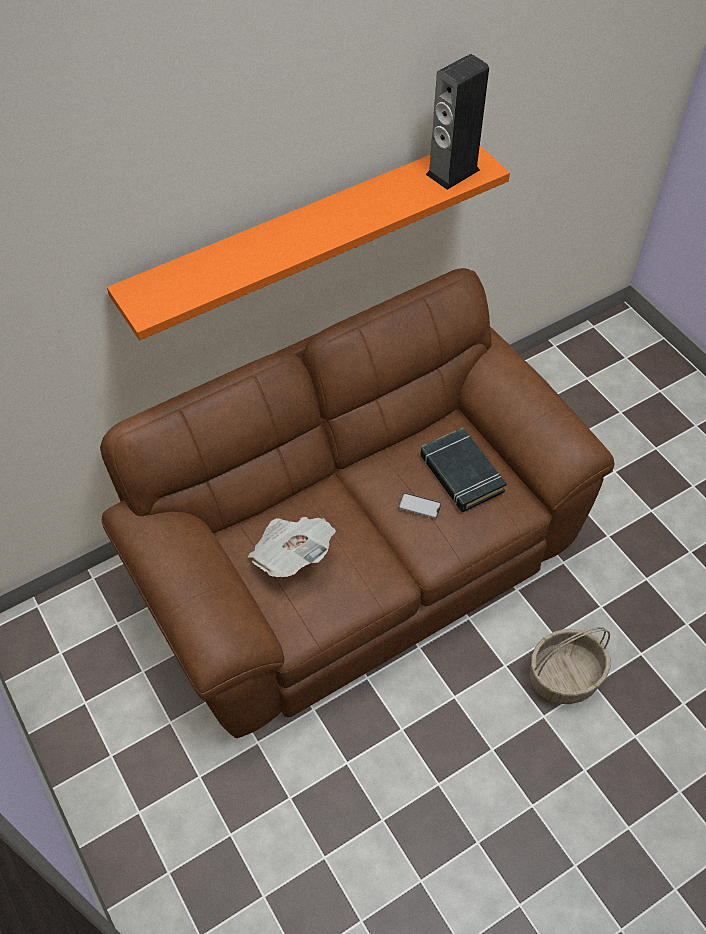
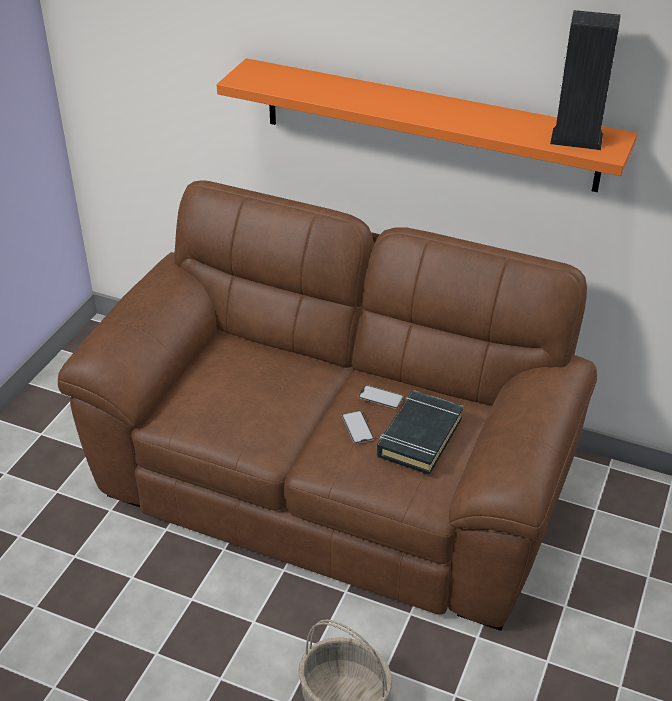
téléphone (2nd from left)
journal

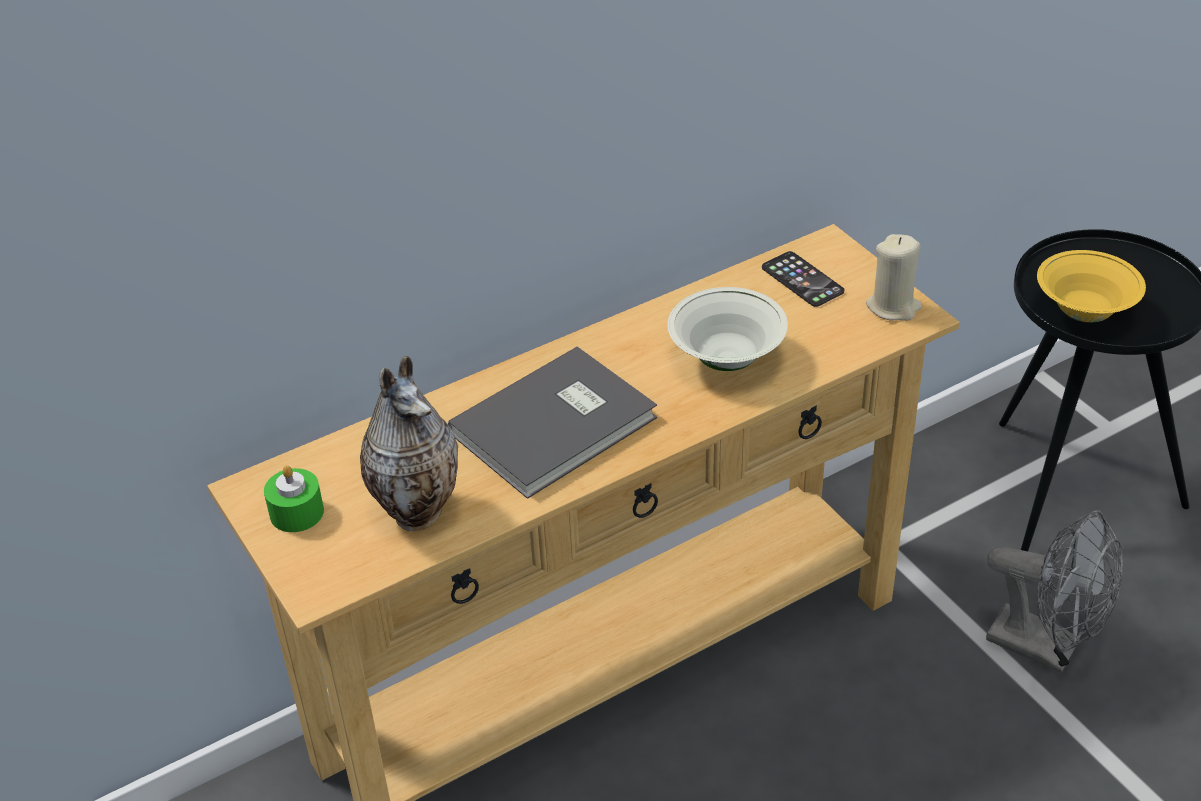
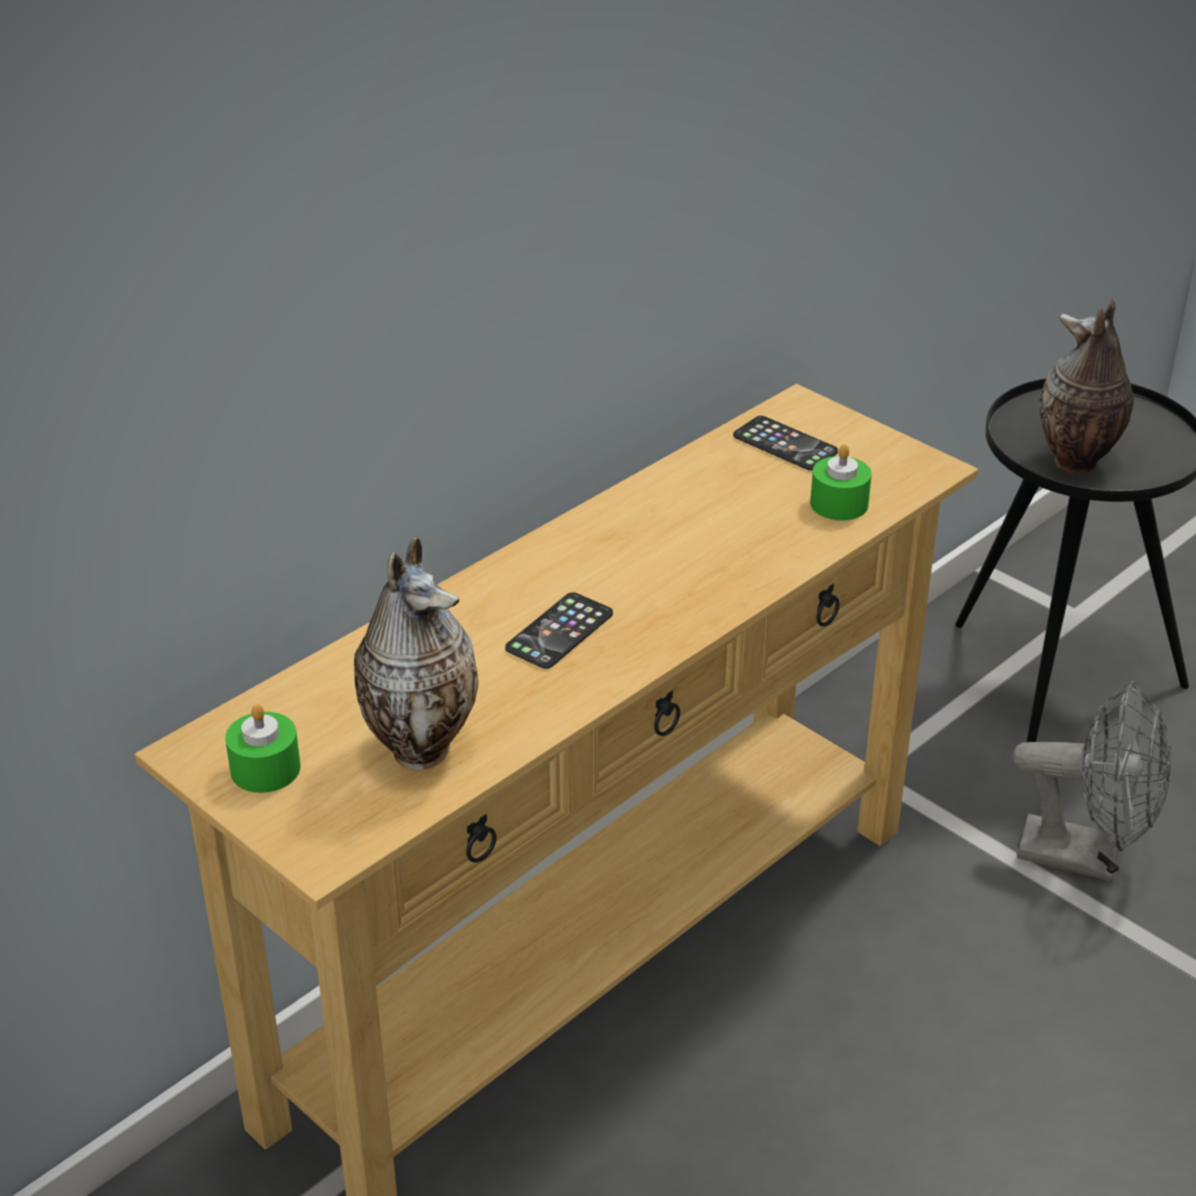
téléphone (1st from left)
bougie [vert] (2nd from left)
vase (2nd from left)
bol [blanc]
bougie [beige]

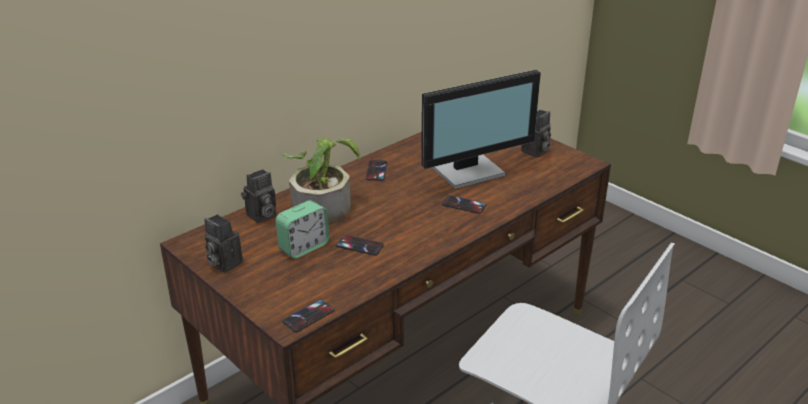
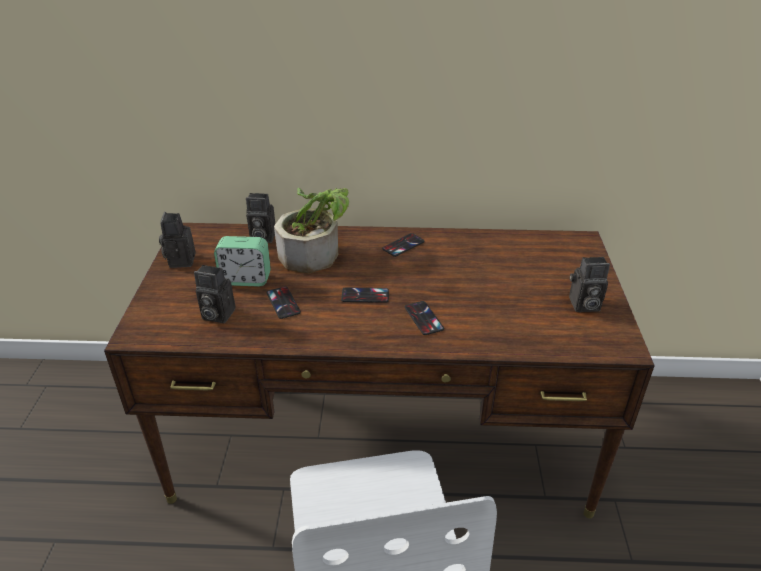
appareil photo (2nd from left)
téléphone (2nd from left)
écran d'ordinateur

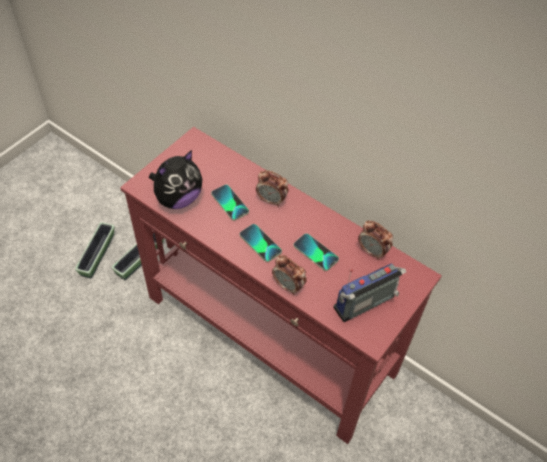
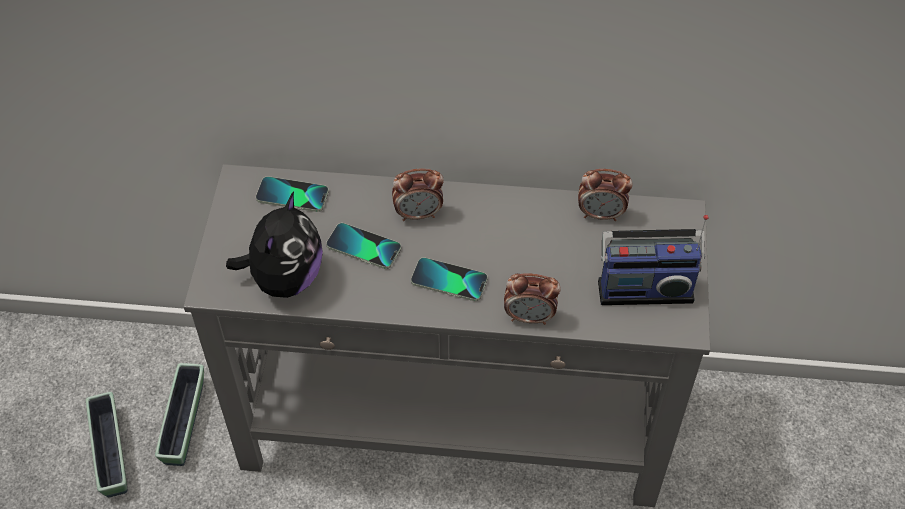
table console [gris]
téléphone (1st from left)
radio

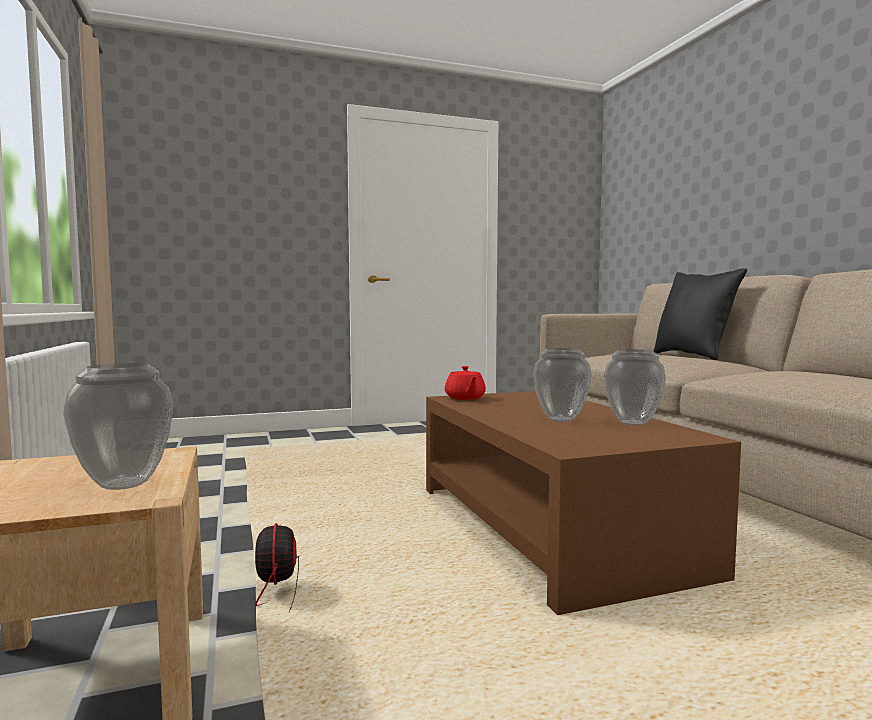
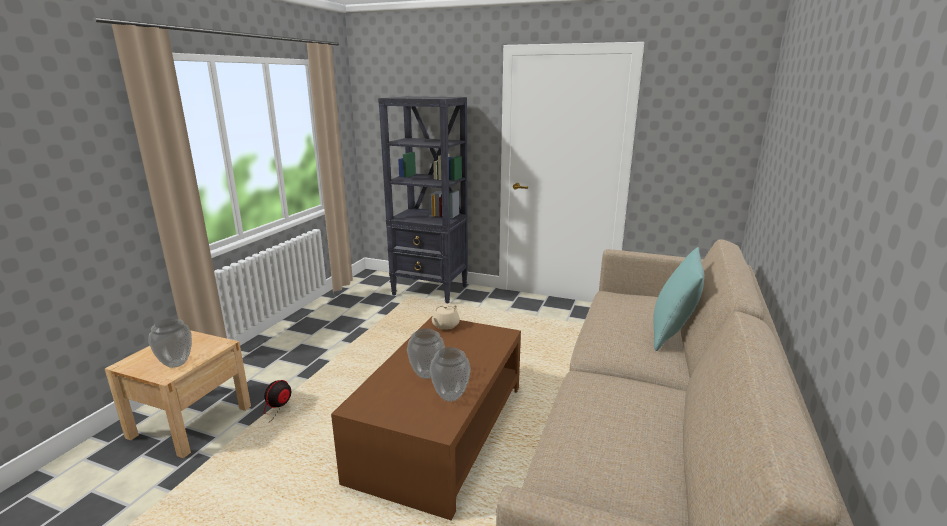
bibliothèque [noir]
théière [beige]
coussin [turquoise]

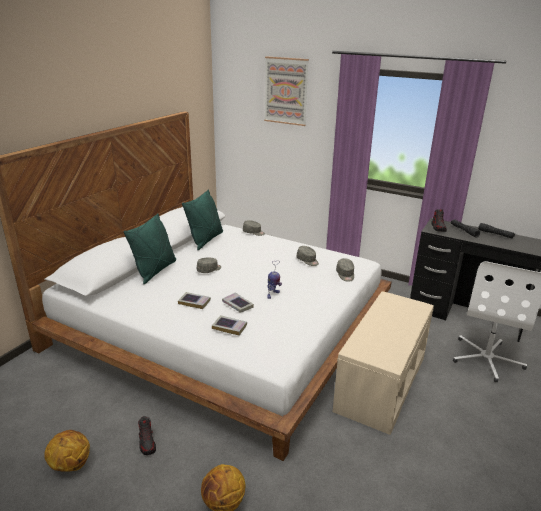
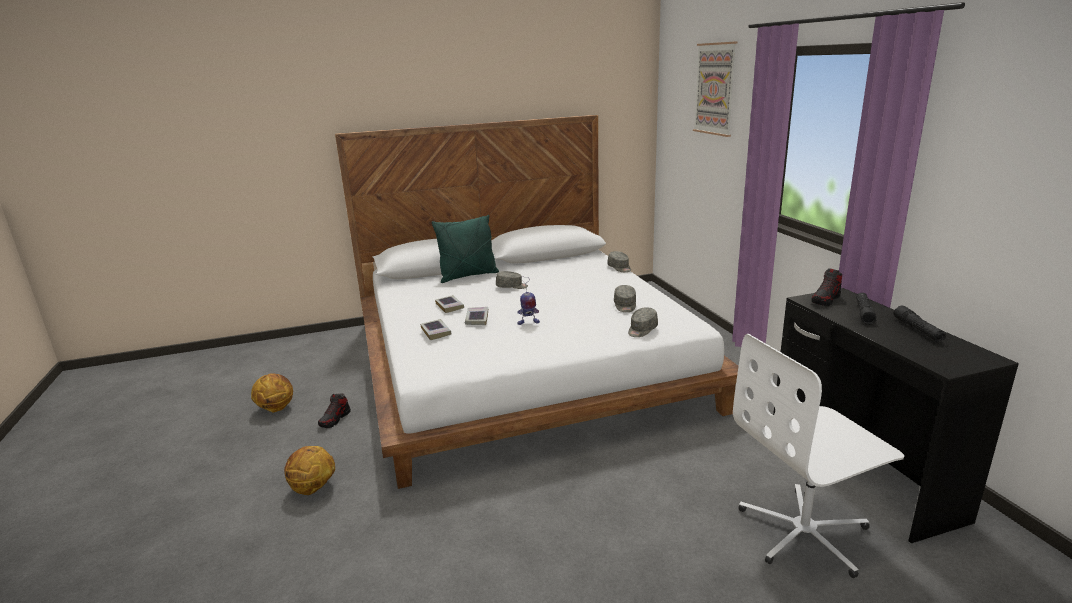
coussin [vert] (2nd from left in the first image)
banc [beige]

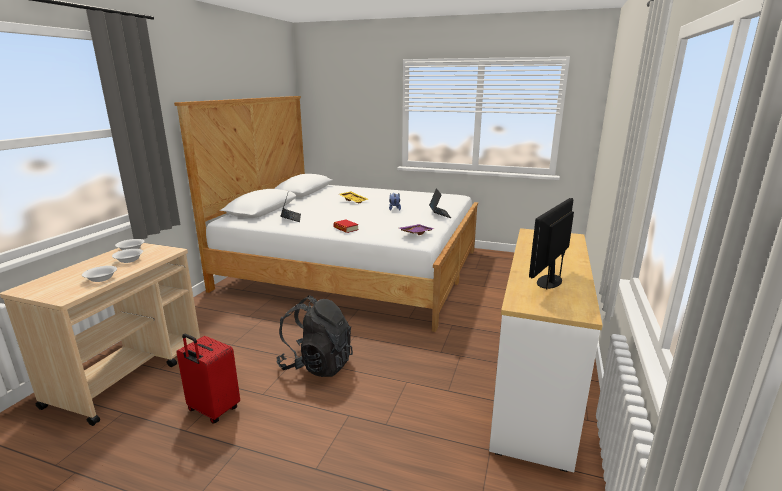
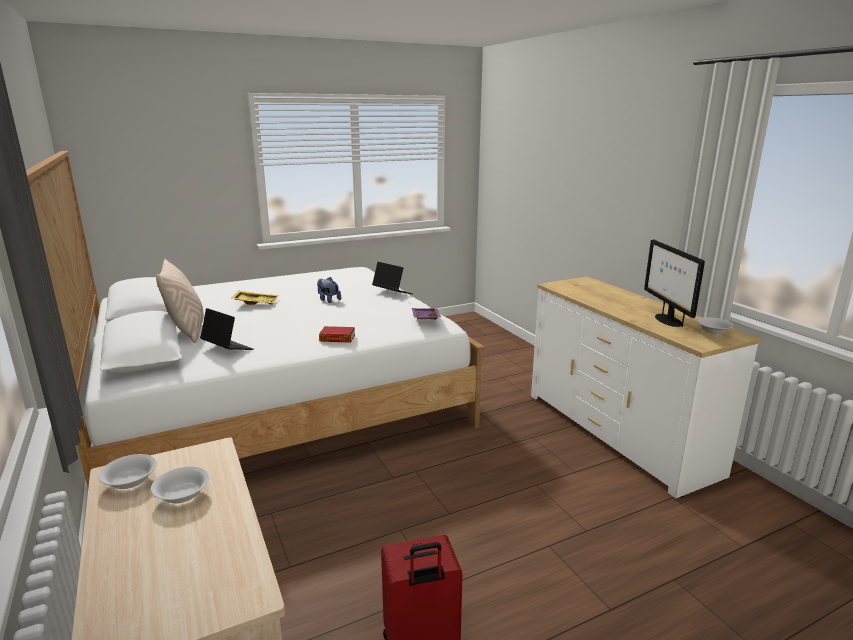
coussin [beige]
bol [blanc] (3rd from left)
sac à dos [noir]

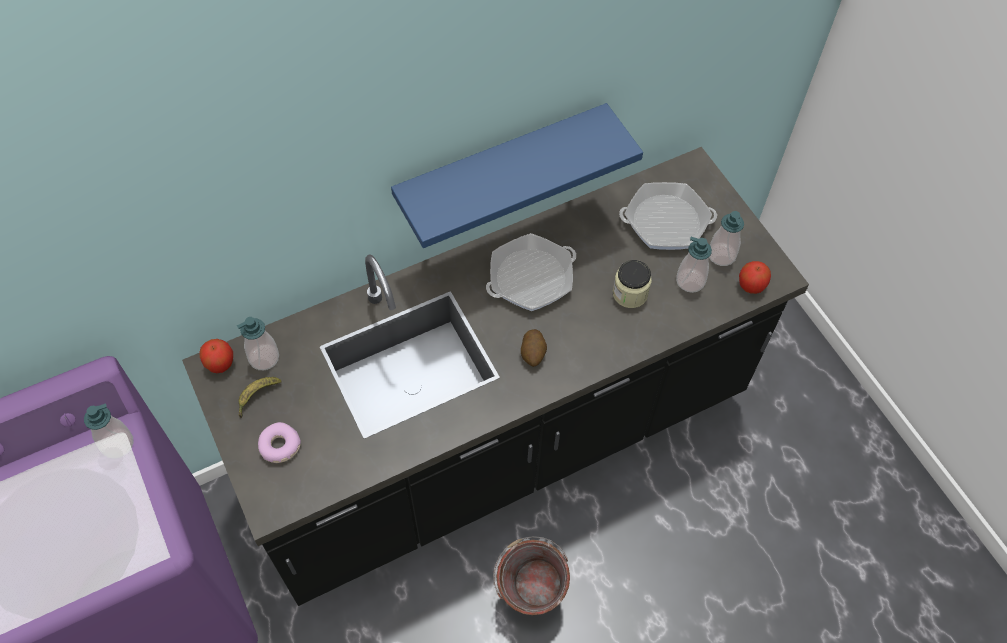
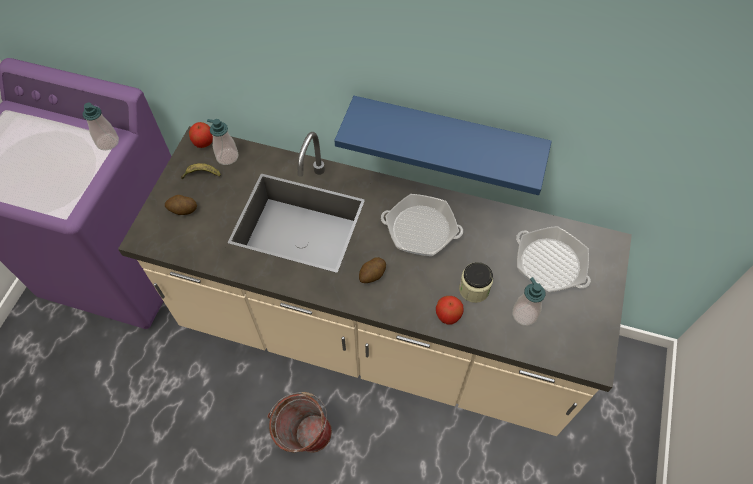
comptoir de cuisine [beige]
pomme de terre (1st from left)
pomme (2nd from left)
distributeur de savon (4th from left in the first image)

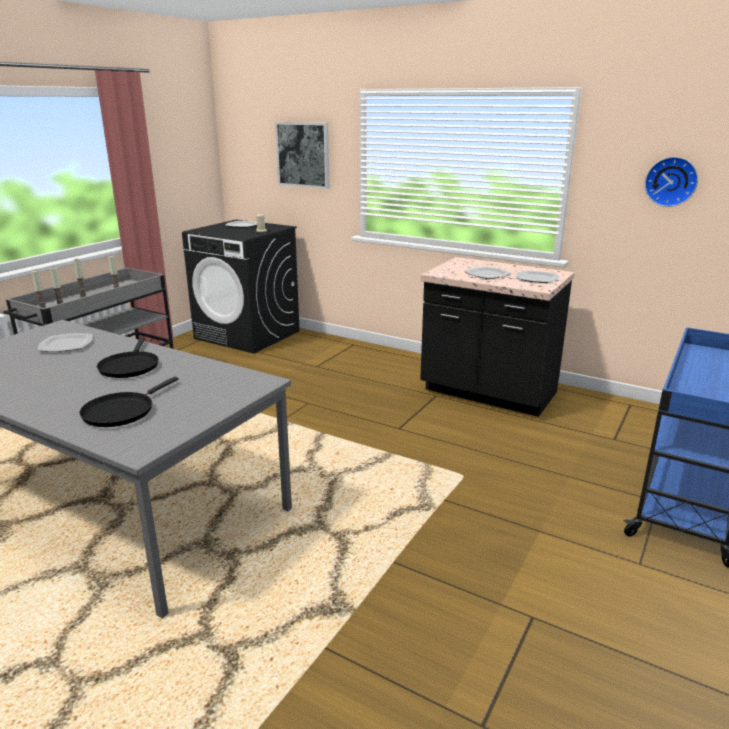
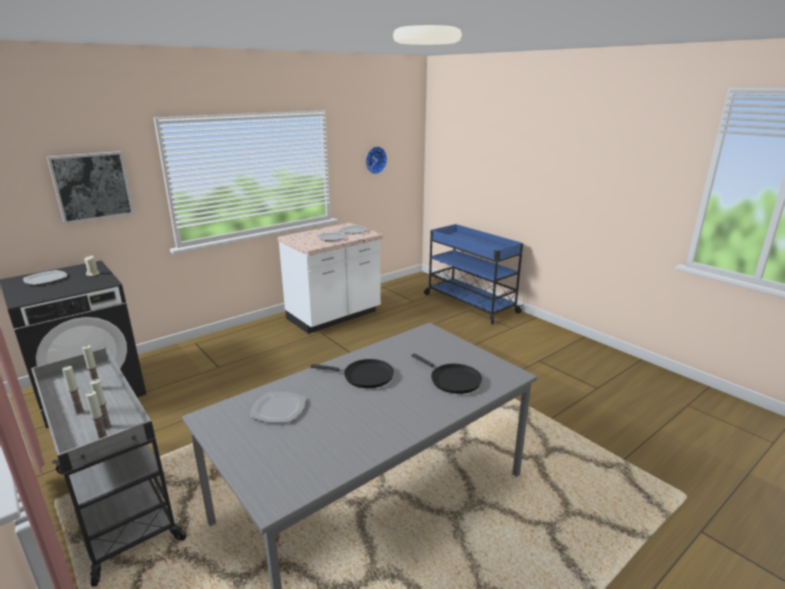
comptoir de cuisine [blanc]

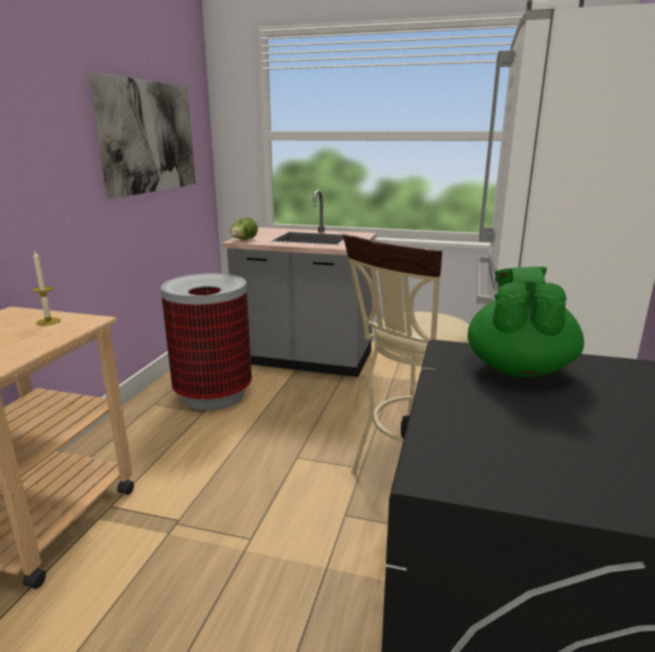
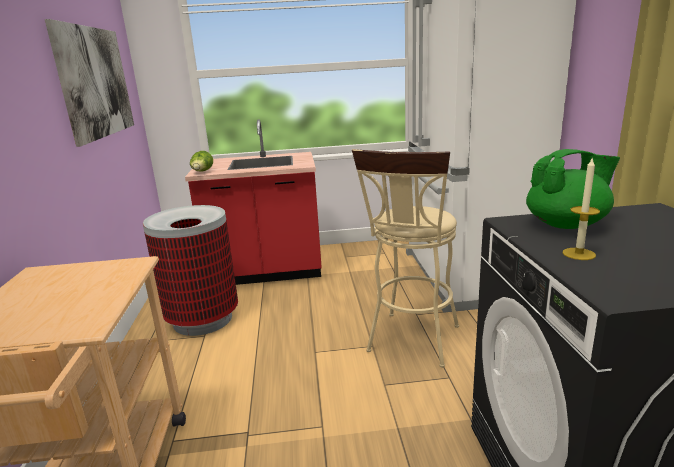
comptoir de cuisine [rouge]
théière [vert]
bougie

